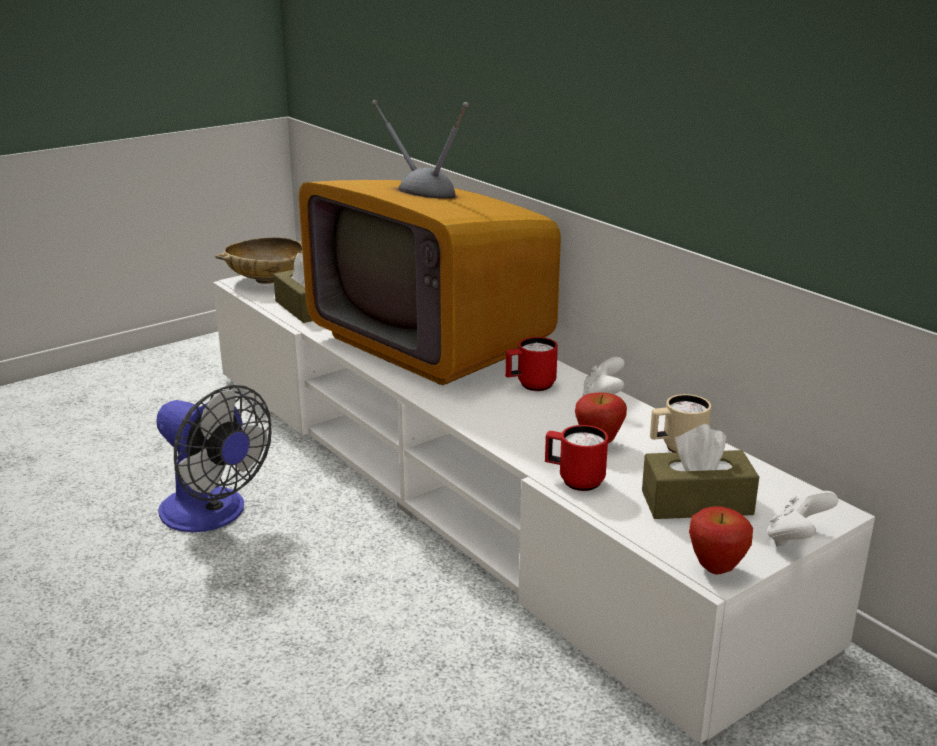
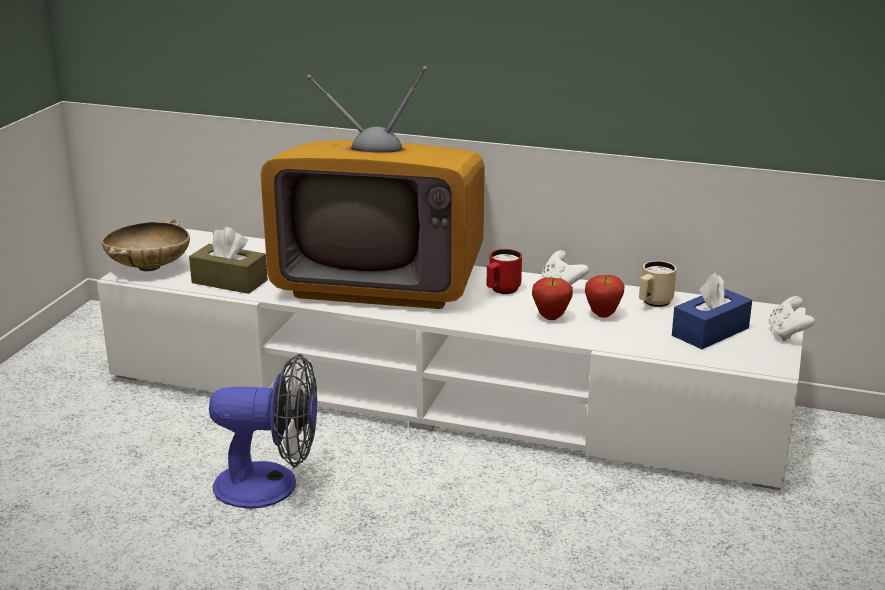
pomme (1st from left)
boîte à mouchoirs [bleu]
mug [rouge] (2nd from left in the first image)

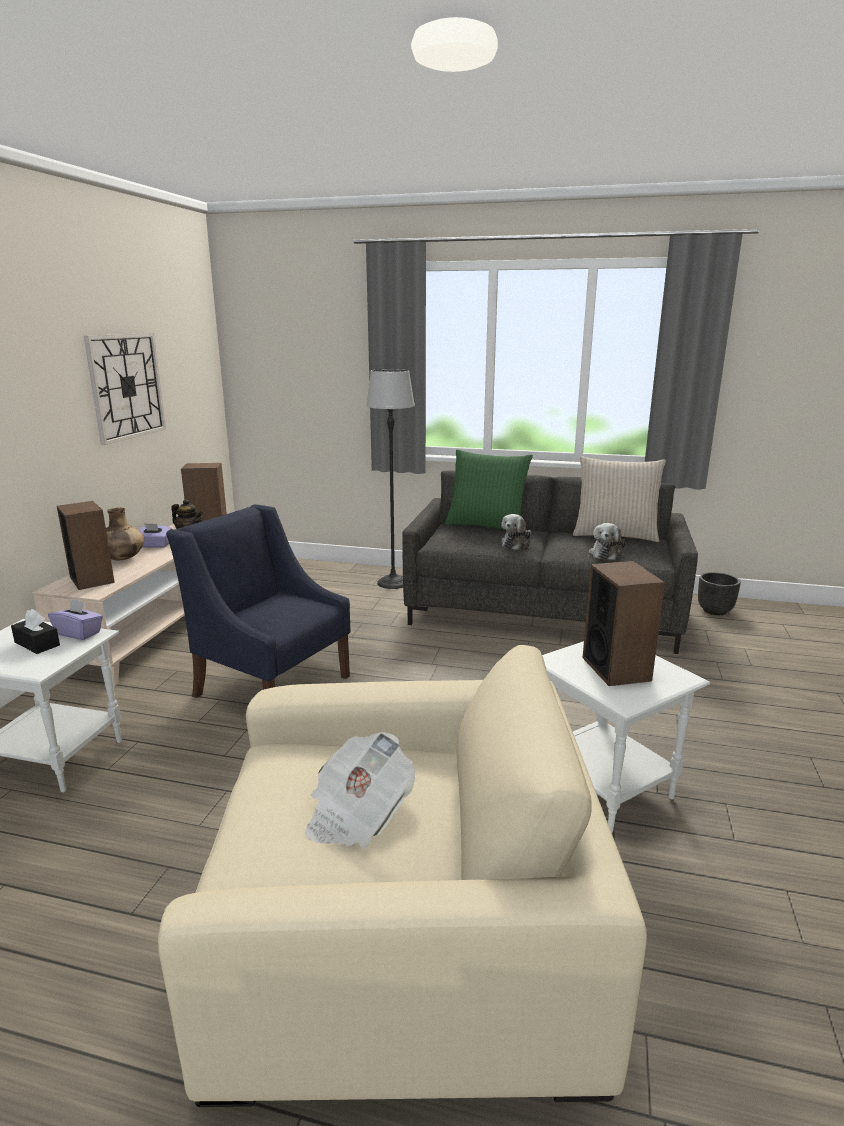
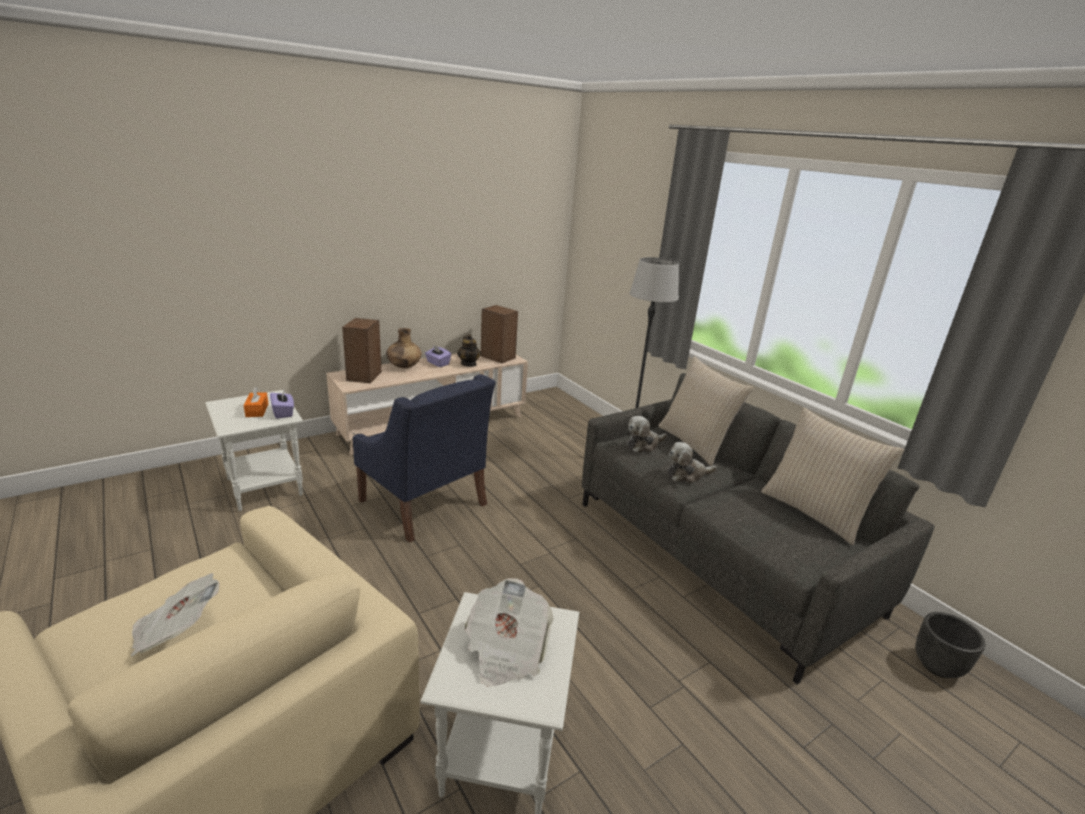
boîte à mouchoirs [orange]
fauteuil [bleu]
journal (2nd from left)
peluche (1st from left)
coussin [beige] (1st from left)
horloge murale

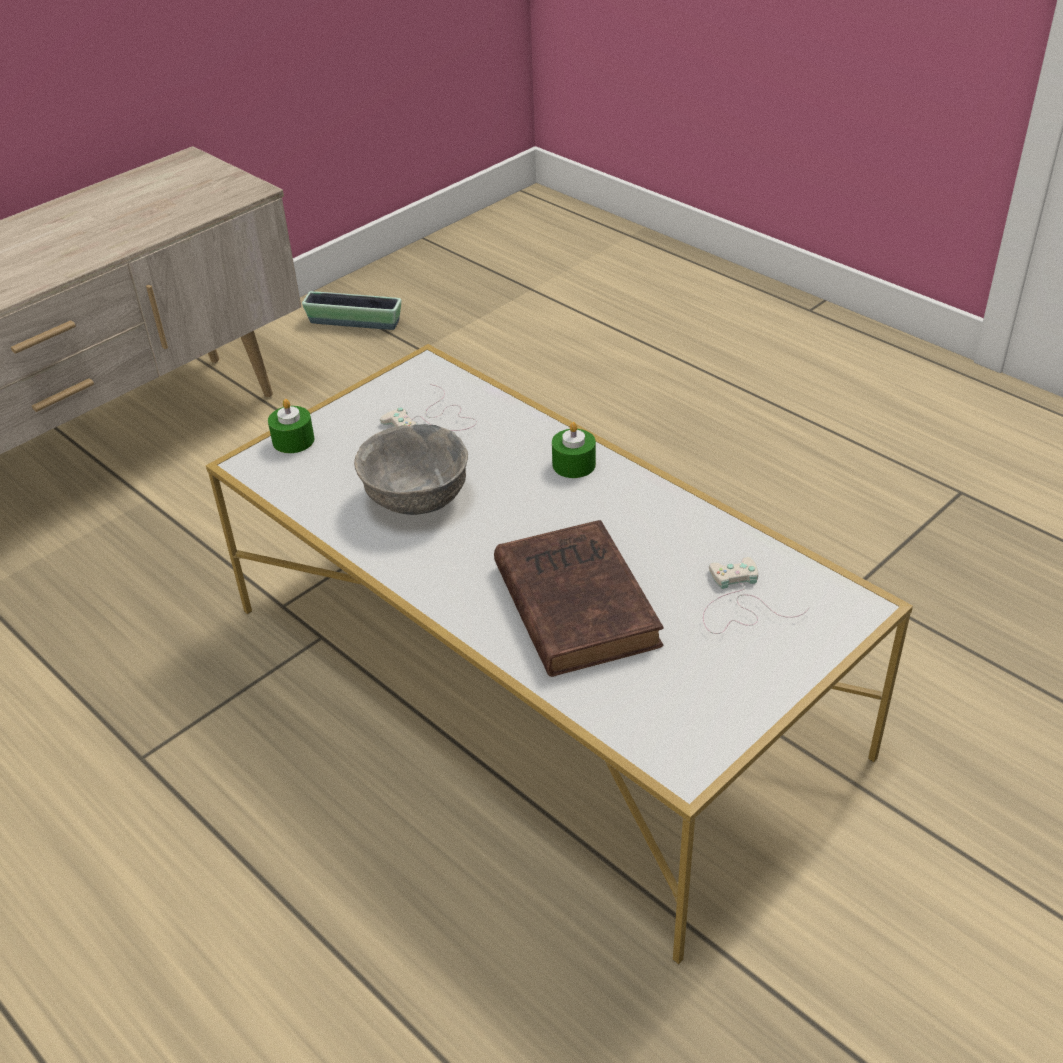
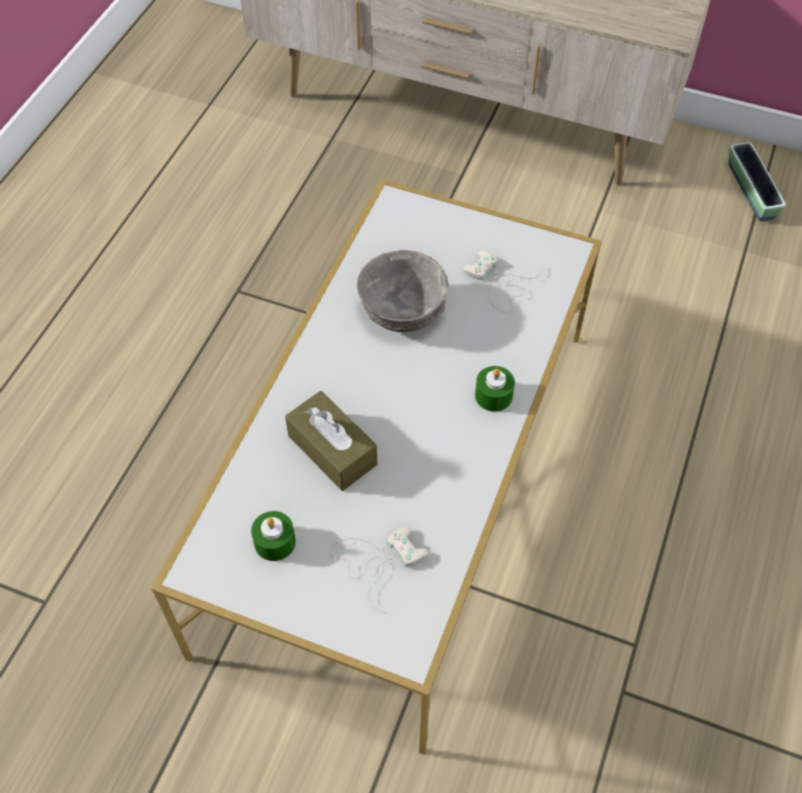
bougie [vert] (1st from left)
boîte à mouchoirs [marron]

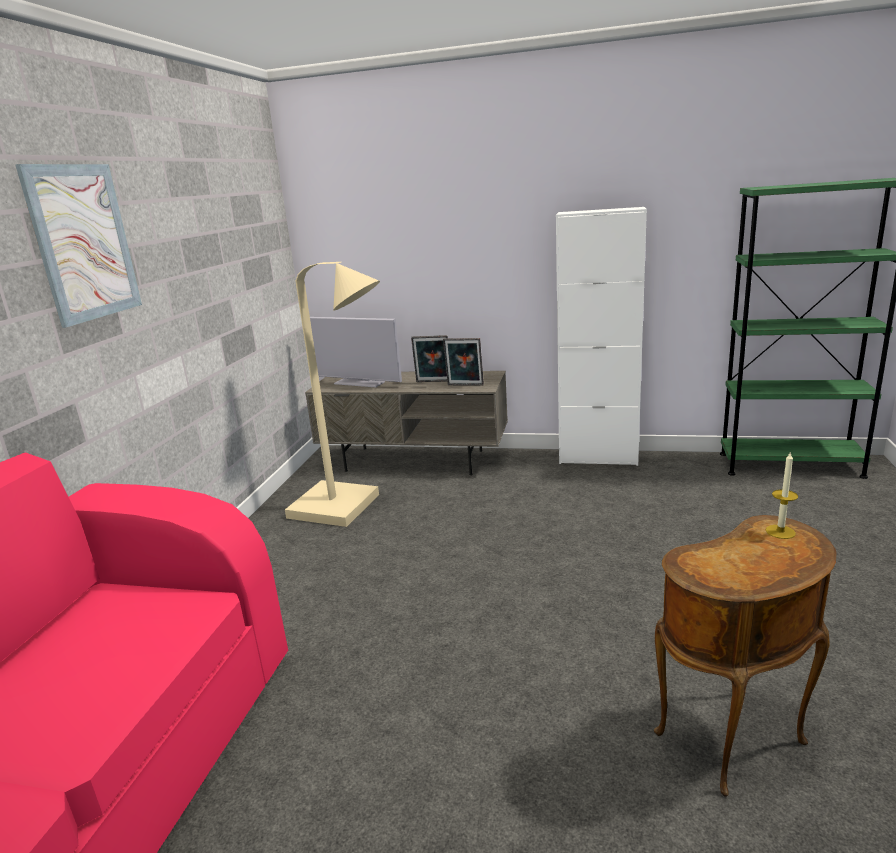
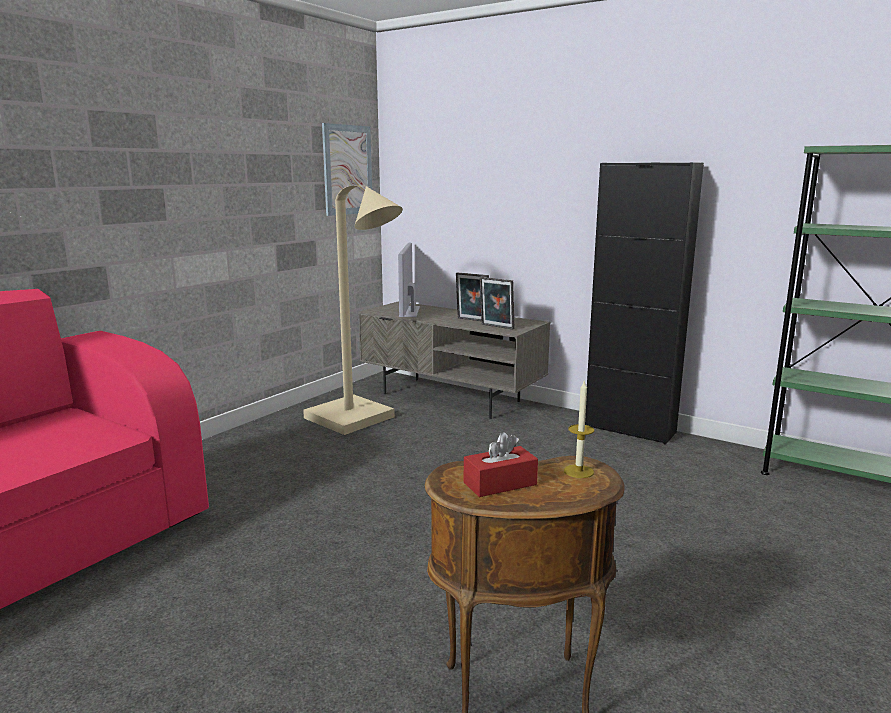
tableau
téléviseur
boîte à mouchoirs [rouge]
meuble de rangement [noir]

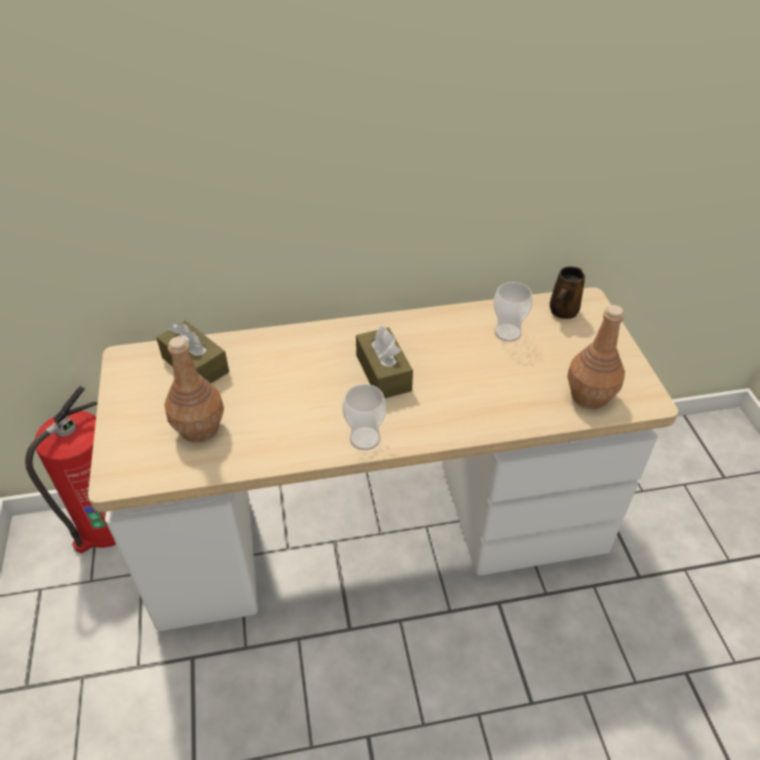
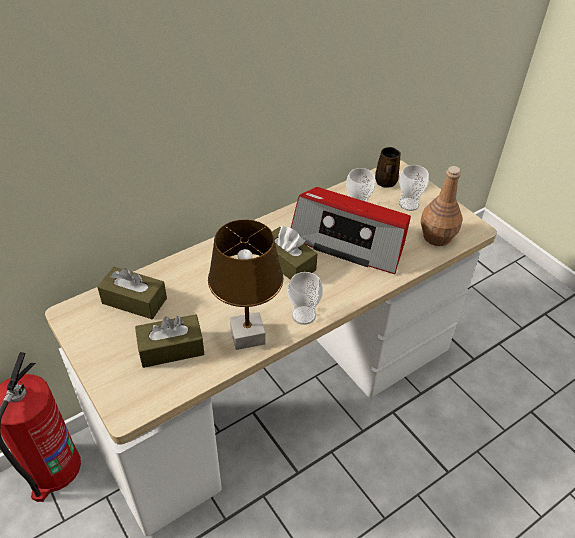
boîte à mouchoirs [marron] (2nd from left)
lampe de table [marron]
radio
tasse (3rd from left)

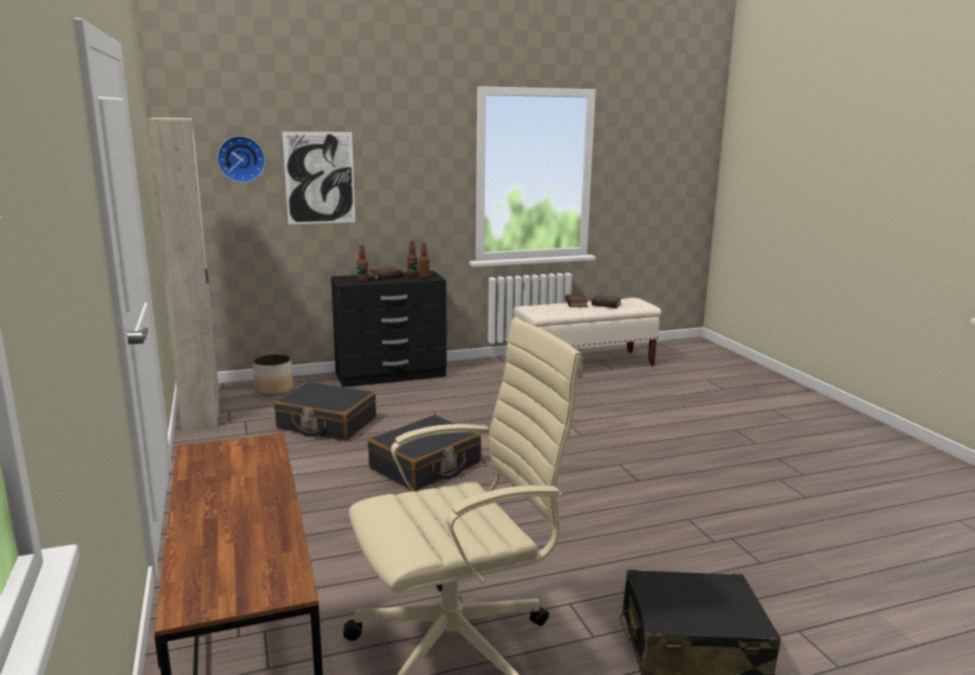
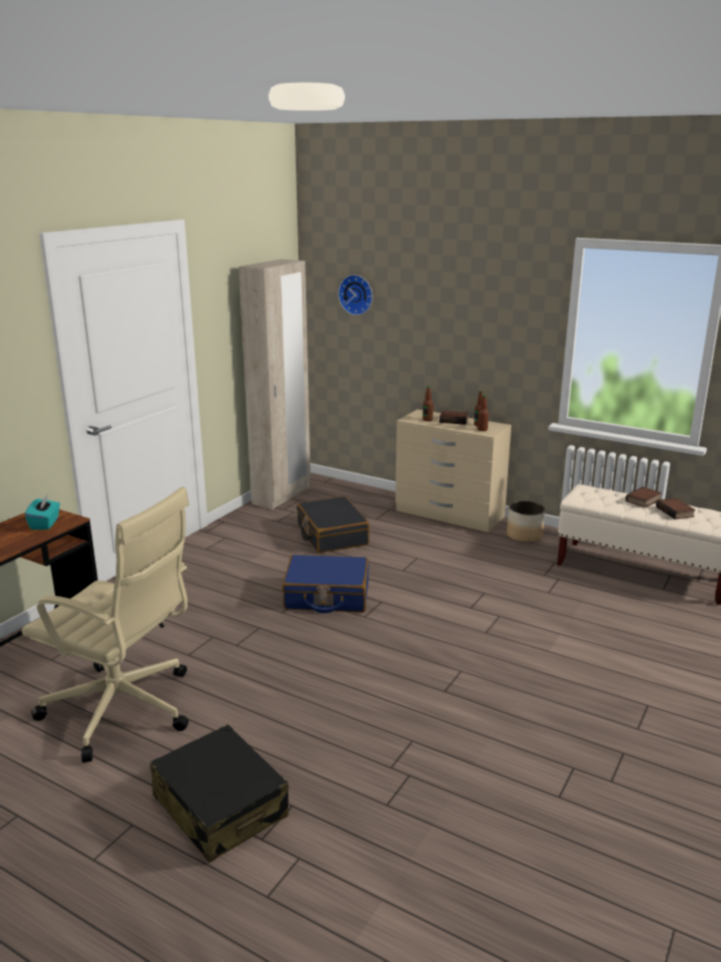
boîte à mouchoirs [turquoise]
valise [bleu]
commode [beige]
cache-pot
tableau

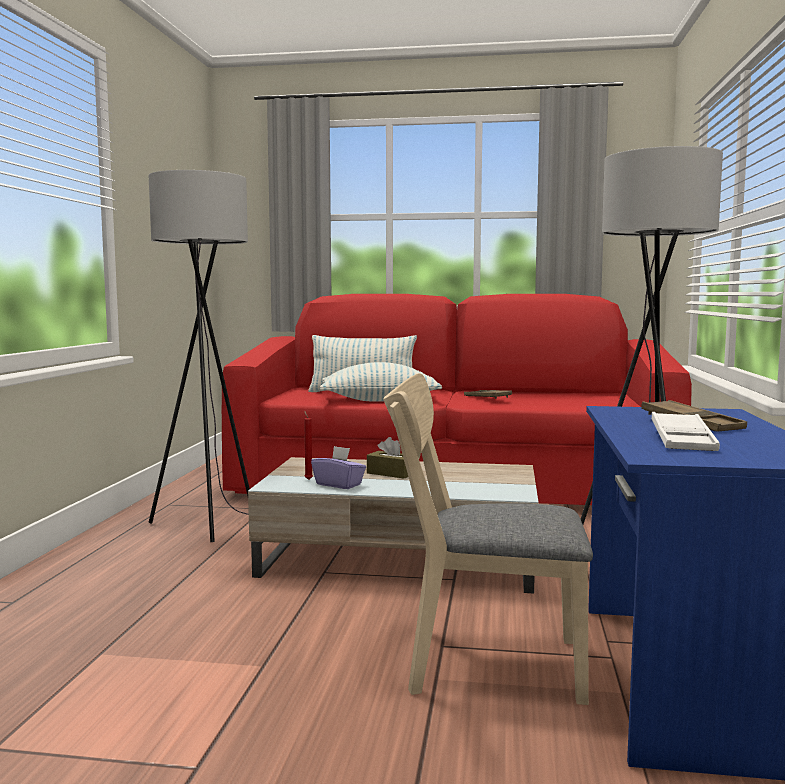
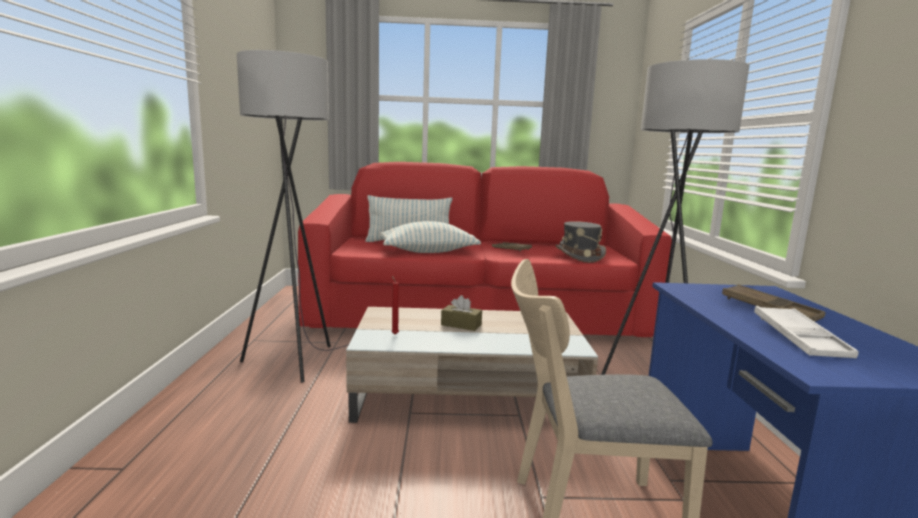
chapeau [gris]
boîte à mouchoirs [violet]

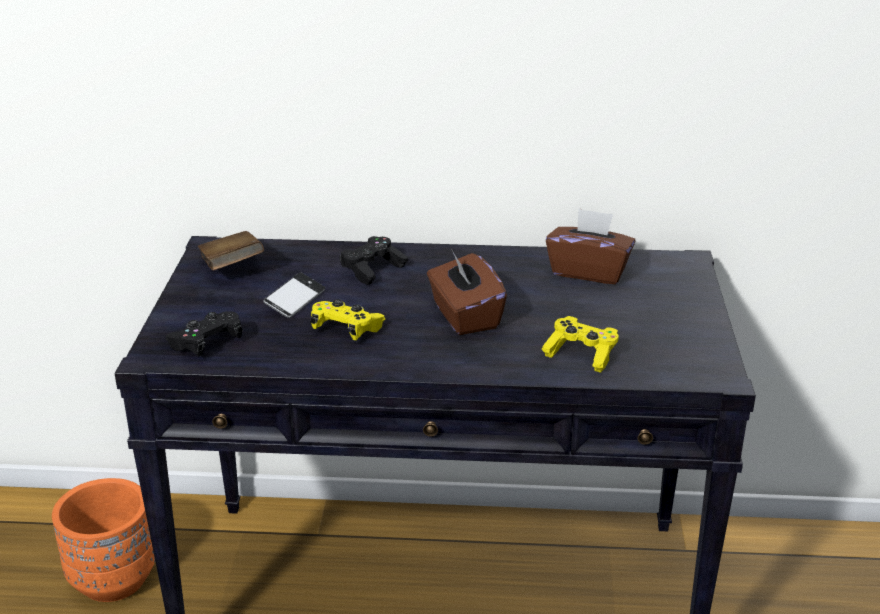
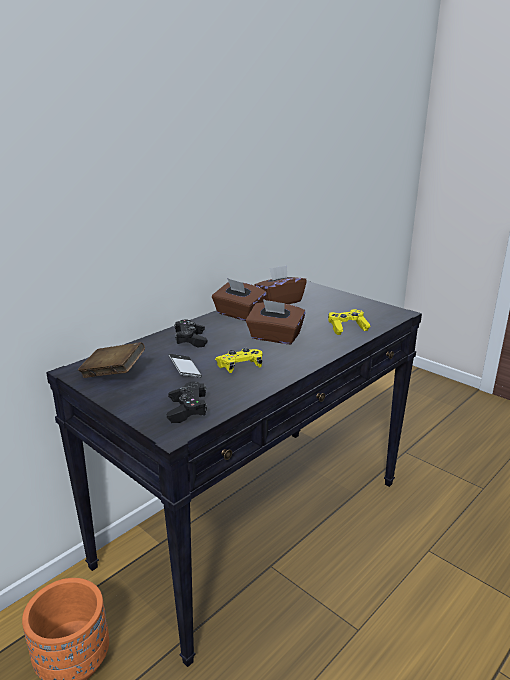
boîte à mouchoirs [marron] (1st from left)

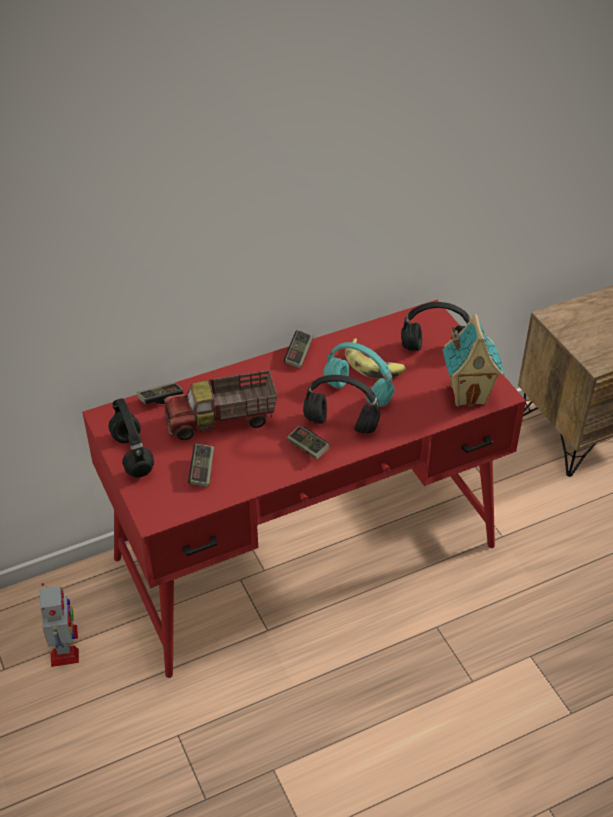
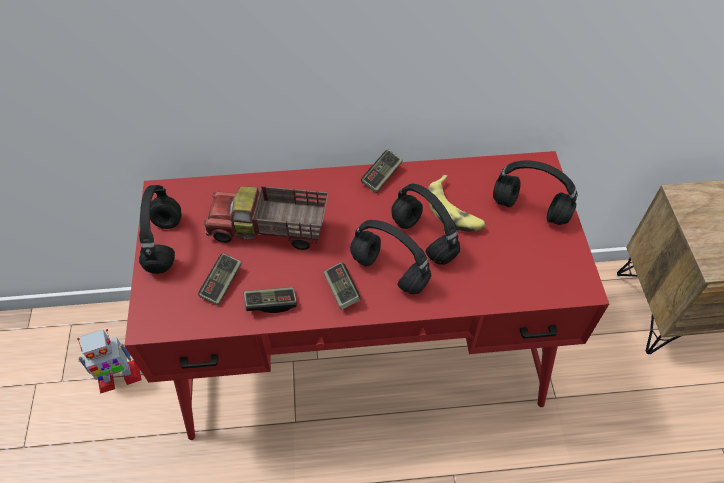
robot jouet
manette (2nd from left)
casque audio [noir] (3rd from left)
maison miniature

